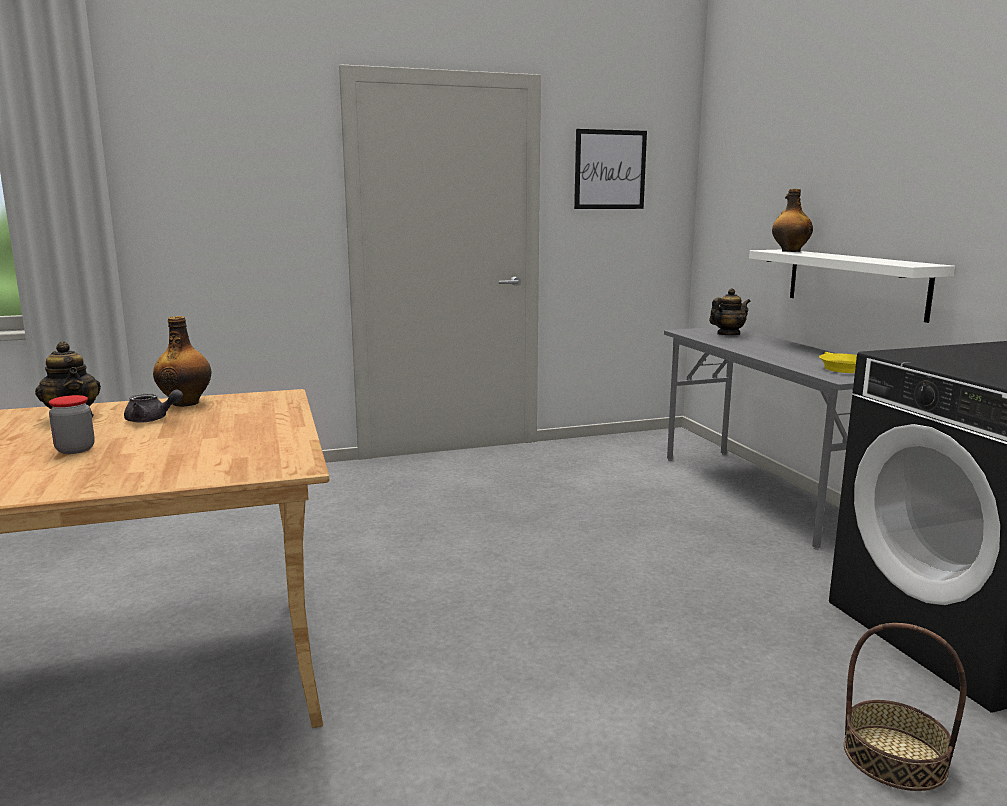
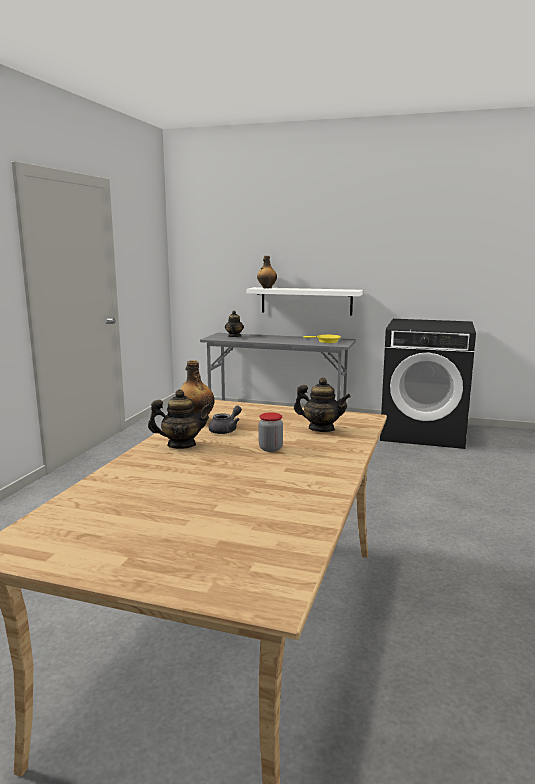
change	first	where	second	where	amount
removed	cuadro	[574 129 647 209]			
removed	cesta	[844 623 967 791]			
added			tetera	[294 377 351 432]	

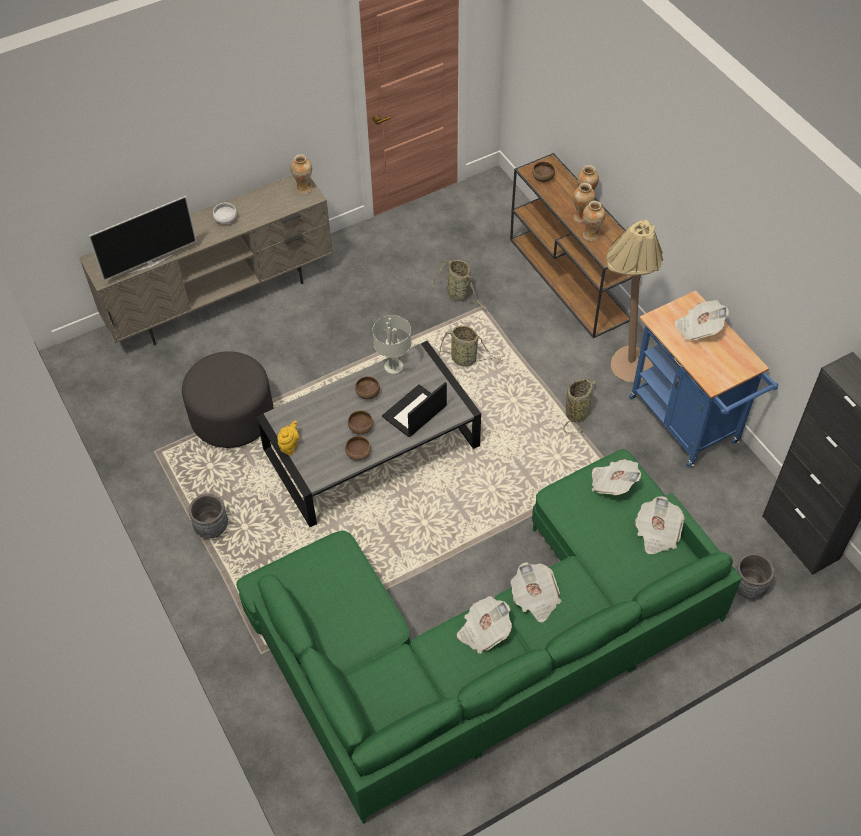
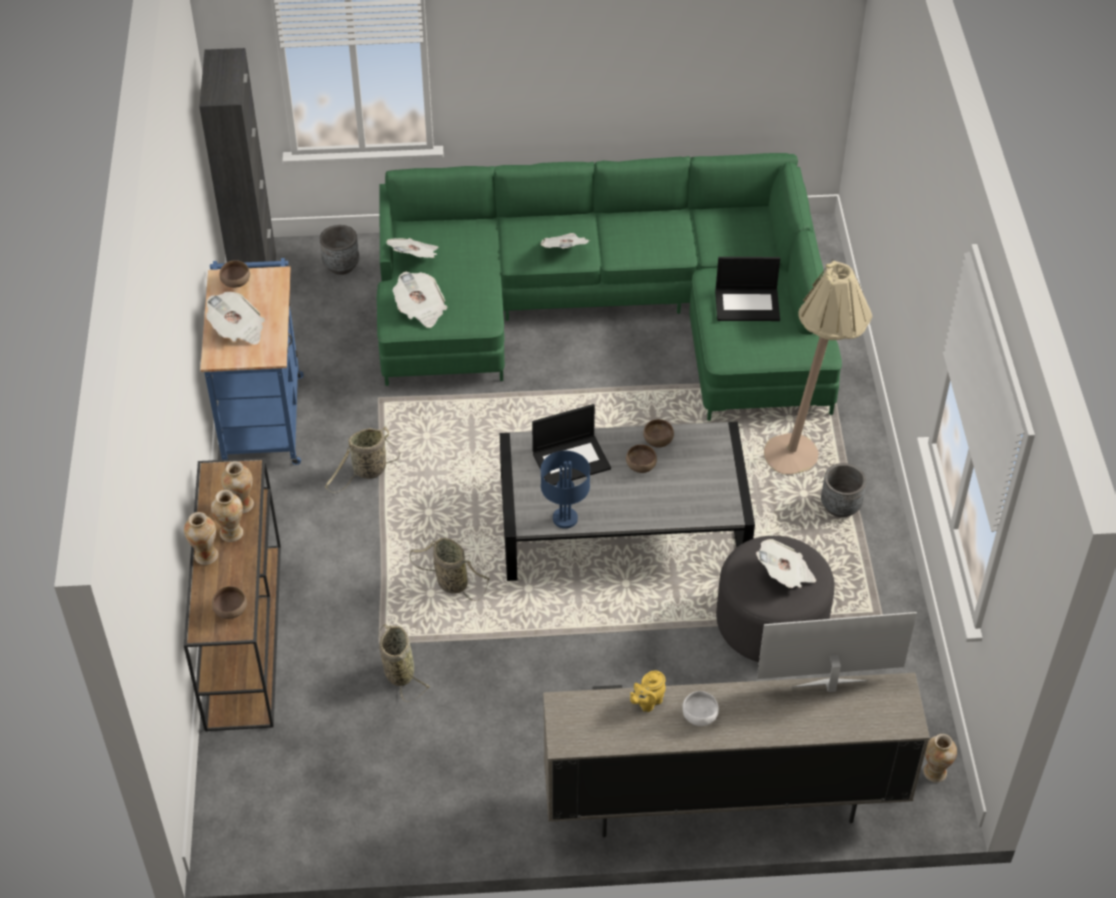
change	first	where	second	where	amount
moved	florero	[290 154 312 194]		[923 734 957 783]	
moved	lámpara de pie (beis)	[606 220 663 382]		[764 261 872 474]	
recoloured	lámpara de mesa (gris)	[372 315 412 375]	lámpara de mesa (azul)	[541 451 590 529]	
moved	cuenco (marrón)	[355 376 380 400]		[220 260 250 288]	
moved	tetera (amarillo)	[277 421 300 455]		[630 670 666 712]	
moved	periódico	[457 596 512 654]		[756 539 816 588]	
added			portátil	[715 257 780 321]	

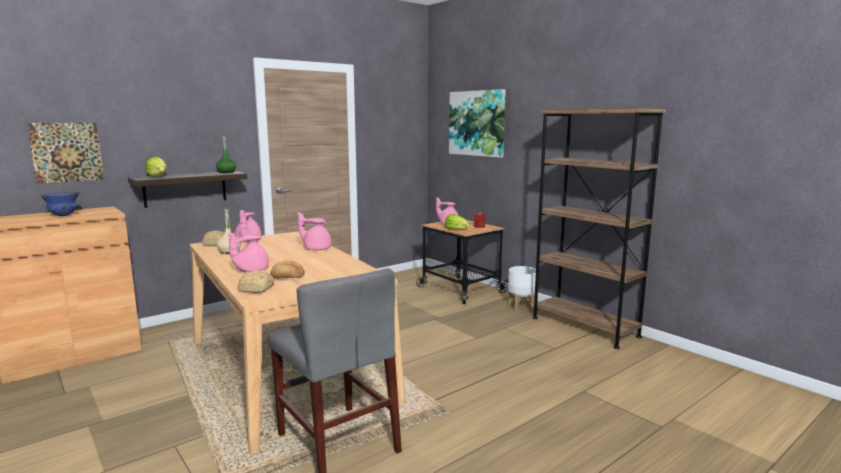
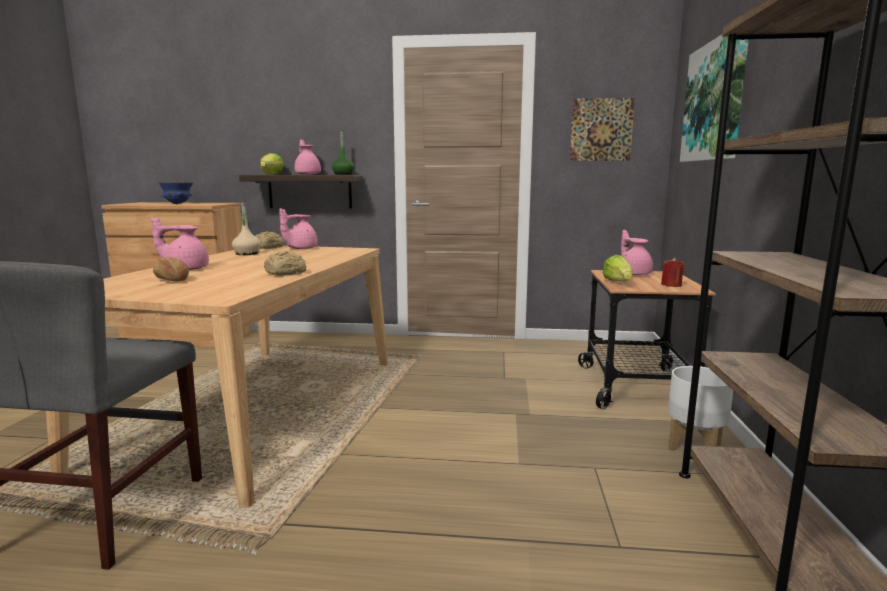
change	first	where	second	where	amount
moved	cuadro	[27 123 104 184]		[570 98 635 161]	
moved	tetera (rosa)	[298 212 332 250]		[294 140 321 175]	
moved	pan	[238 270 274 293]		[264 251 306 276]	

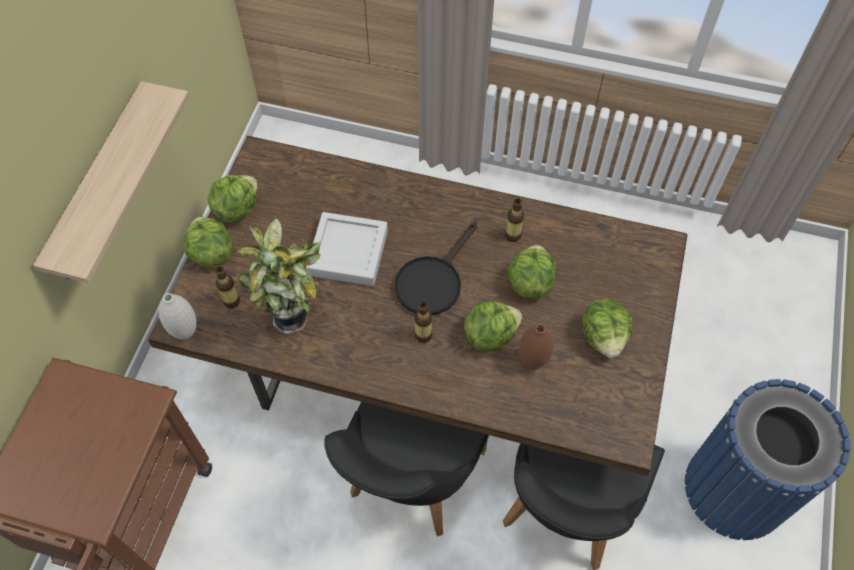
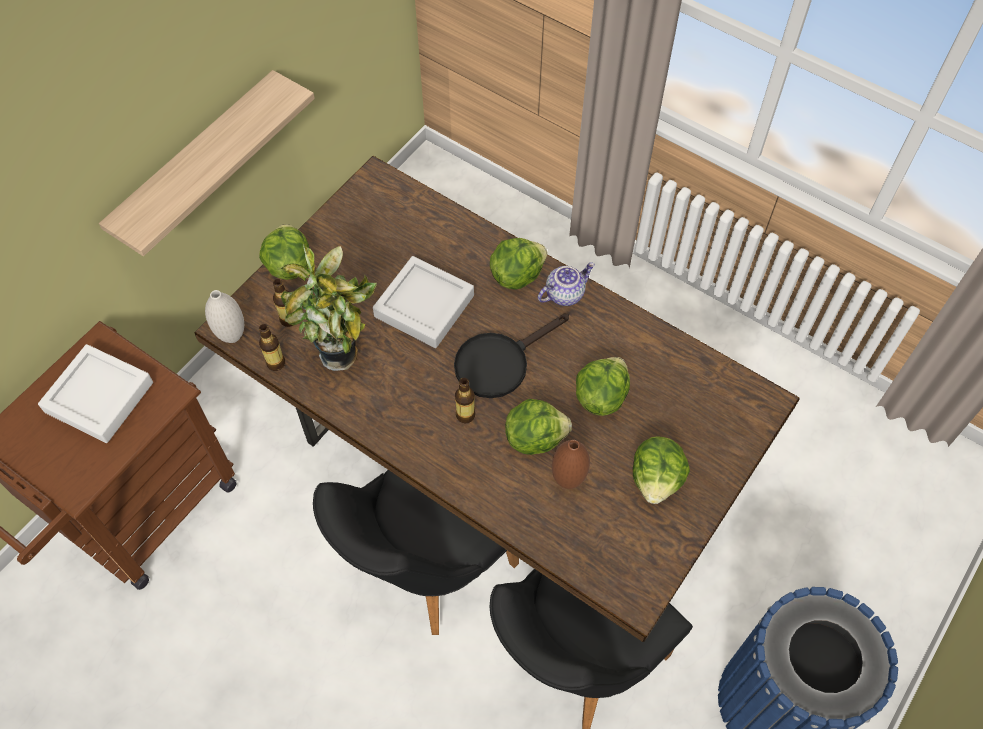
change	first	where	second	where	amount
moved	lechuga	[207 175 258 223]		[490 238 548 290]	
moved	botella	[505 198 524 242]		[259 324 285 371]	
added			tetera	[538 262 595 306]	
added			bandeja (blanco)	[38 344 153 443]	

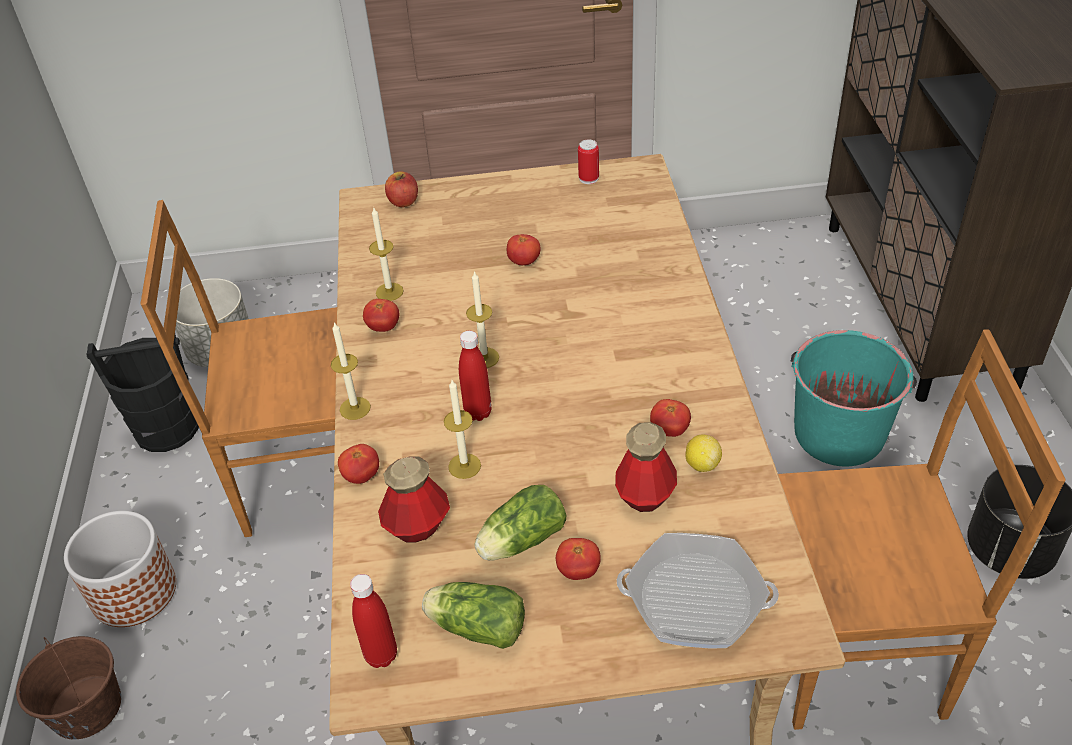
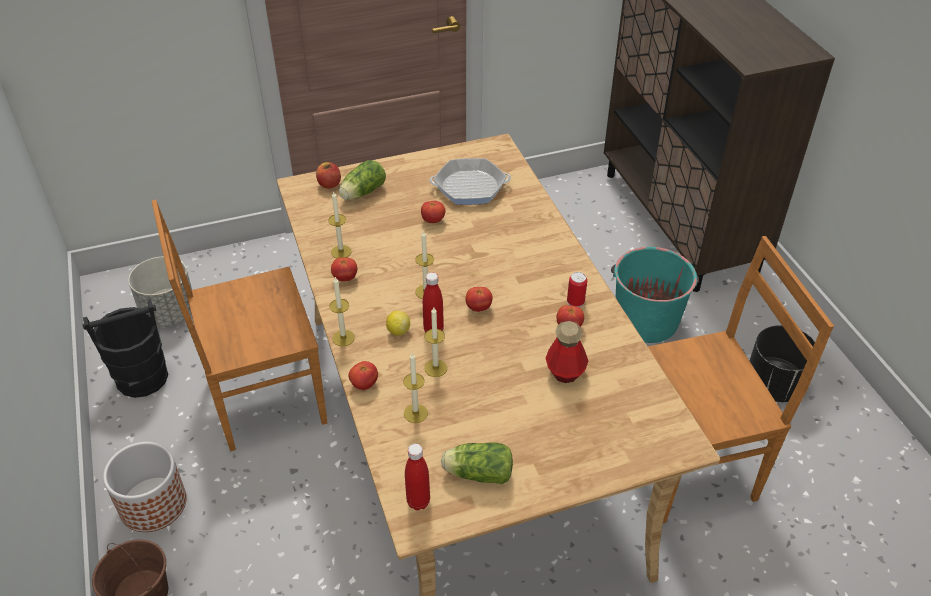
change	first	where	second	where	amount
moved	lata	[578 139 599 184]		[567 272 587 308]	
moved	limón	[685 434 722 472]		[386 311 410 336]	
replaced	botella	[378 457 450 542]	vela	[403 353 428 423]	
moved	lechuga	[474 485 566 561]		[339 160 386 200]	
moved	sartén	[617 533 779 649]		[429 158 511 205]	
moved	tomate	[556 538 601 580]		[466 287 492 312]	

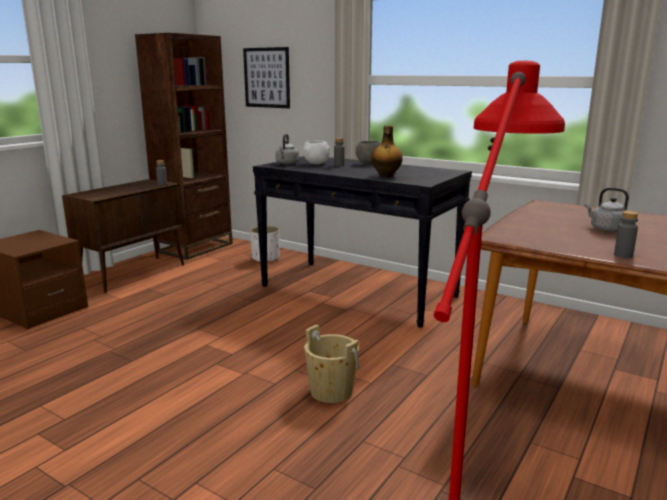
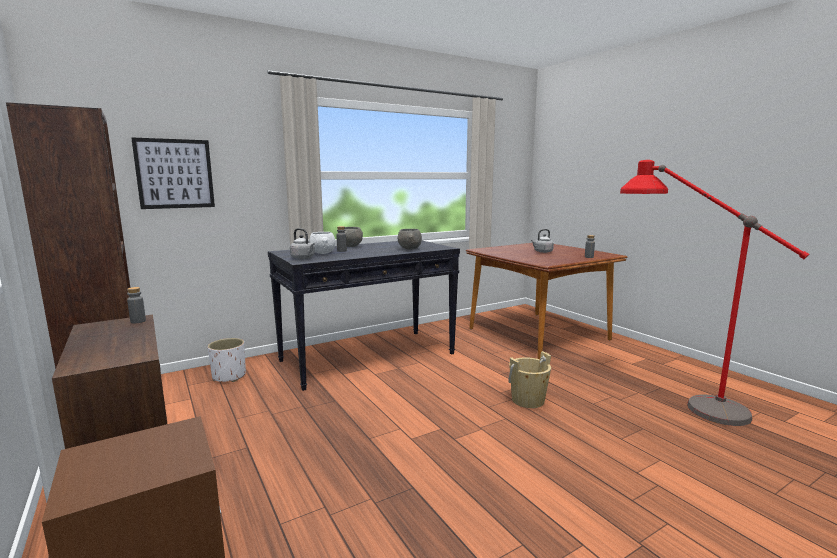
change	first	where	second	where	amount
replaced	botella	[372 126 403 178]	cuenco (gris)	[398 229 422 250]	

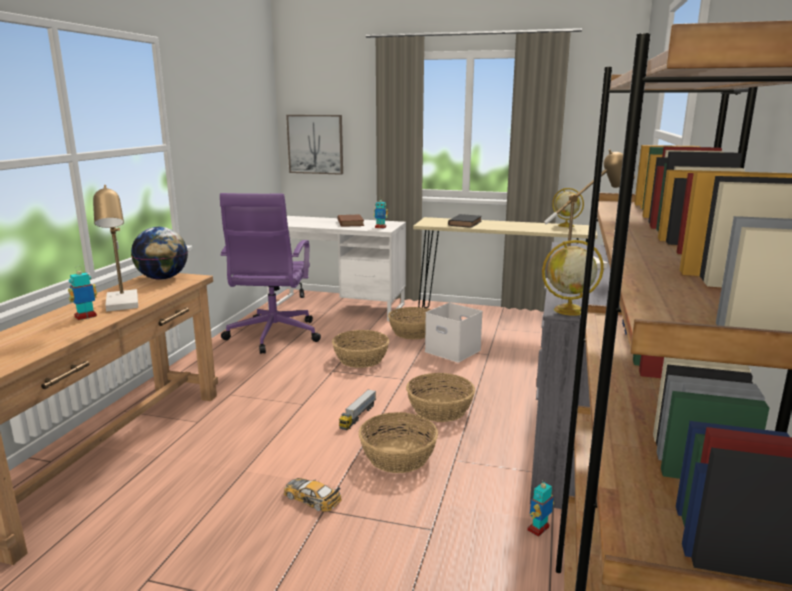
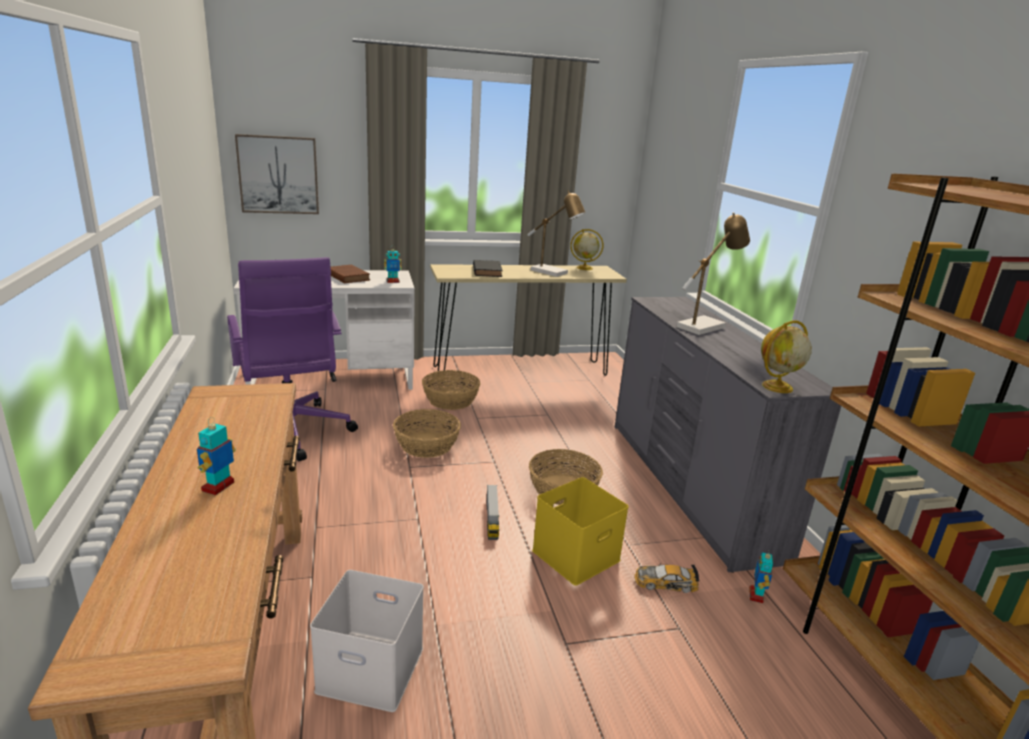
change	first	where	second	where	amount
moved	lámpara de mesa	[93 185 138 312]		[527 190 586 277]	
removed	globo terráqueo	[131 227 188 280]			
moved	caja de almacenaje (blanco)	[425 303 483 362]		[310 570 424 712]	
replaced	cesta	[359 412 438 473]	caja de almacenaje (amarillo)	[532 477 629 586]	
moved	coche de juguete	[284 478 342 512]		[634 563 699 593]	

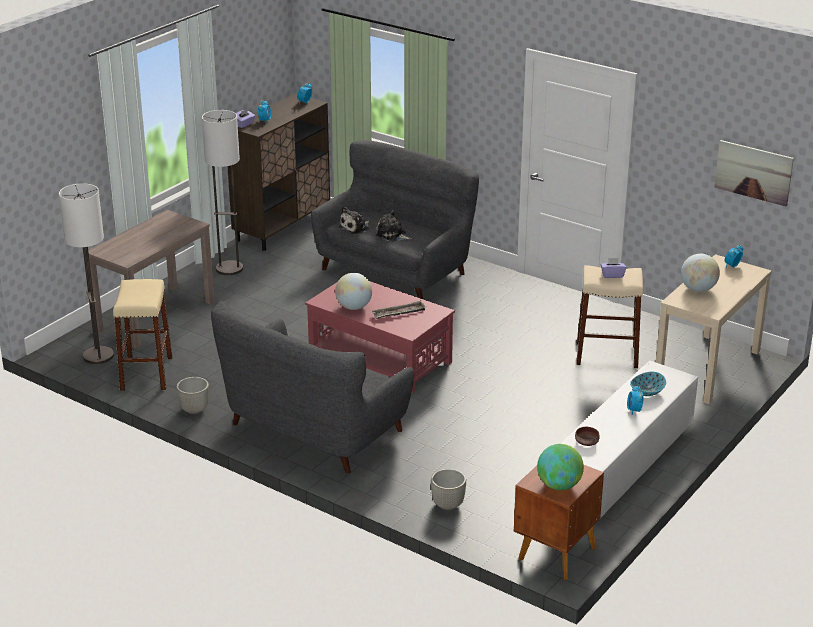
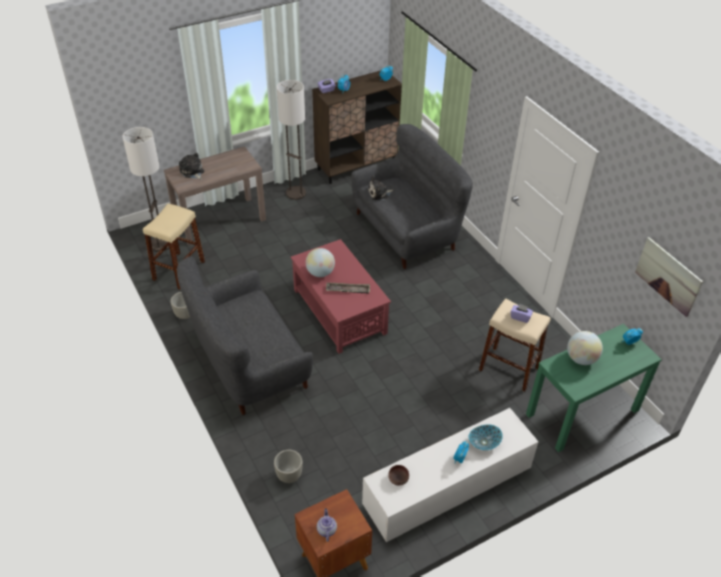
change	first	where	second	where	amount
moved	peluche	[376 210 412 242]		[179 153 204 180]	
recoloured	mesa consola (beis)	[656 254 772 404]	mesa consola (verde)	[526 324 662 452]	
replaced	globo terráqueo	[537 444 584 490]	tetera	[317 508 337 542]	

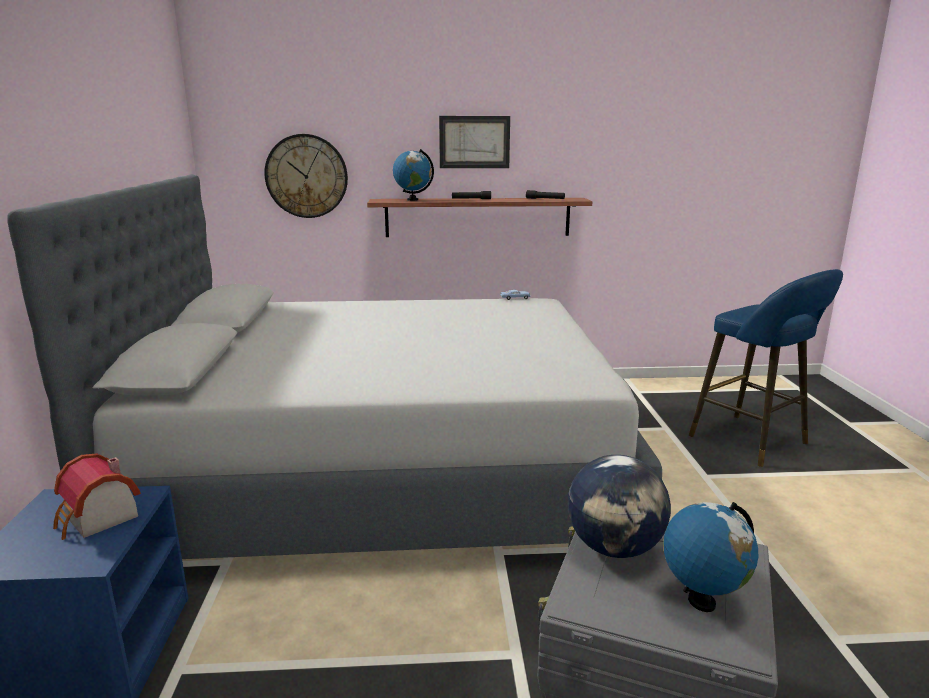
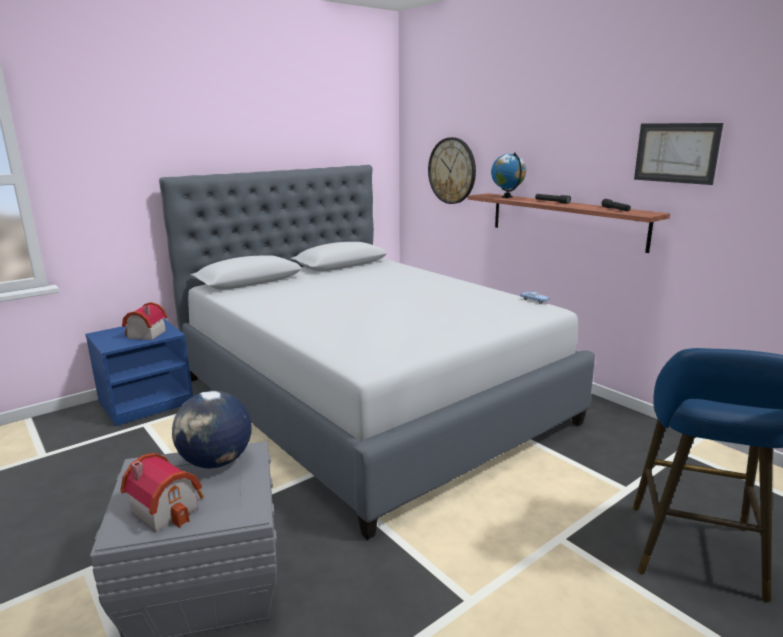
change	first	where	second	where	amount
moved	cuadro	[439 116 510 168]		[634 123 723 185]	
replaced	globo terráqueo	[663 502 758 612]	casita	[121 453 204 532]	

